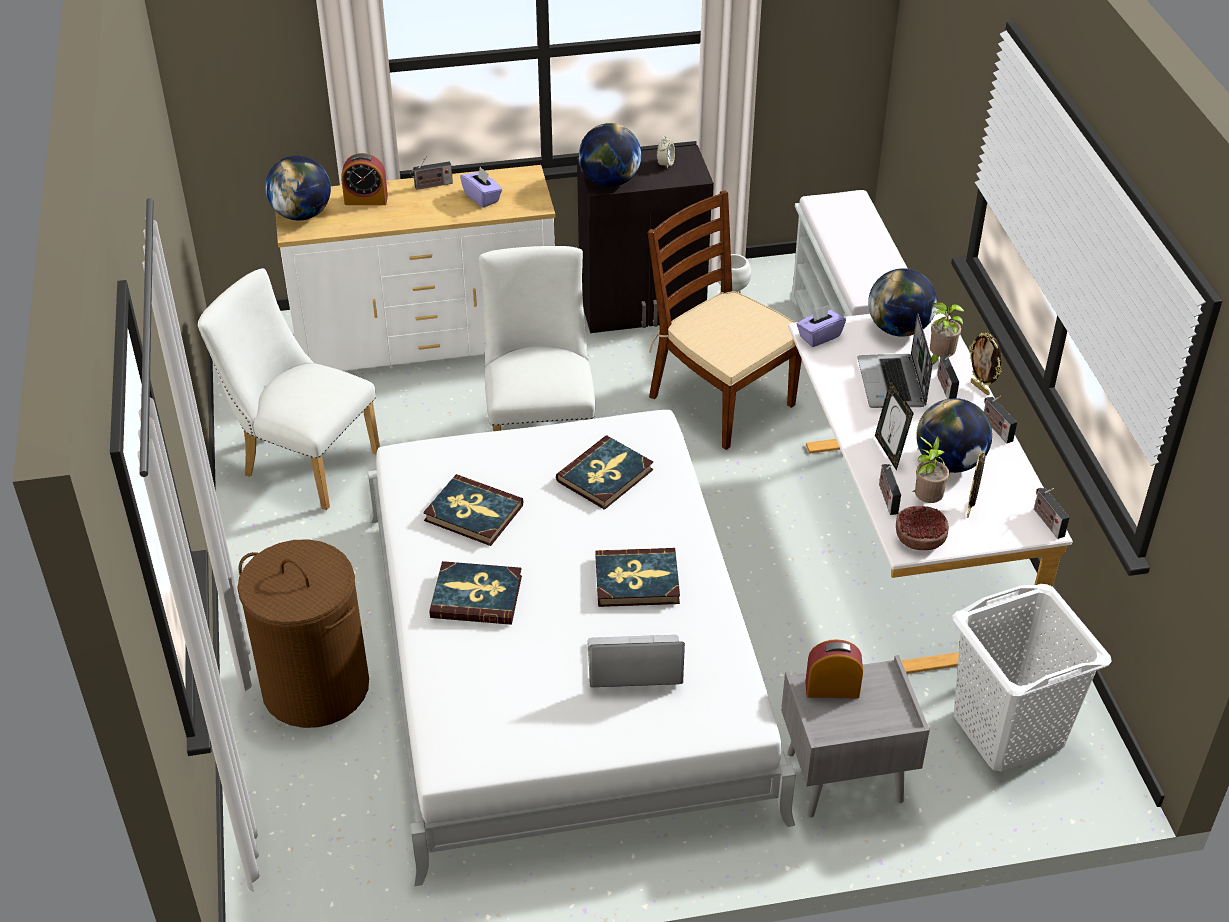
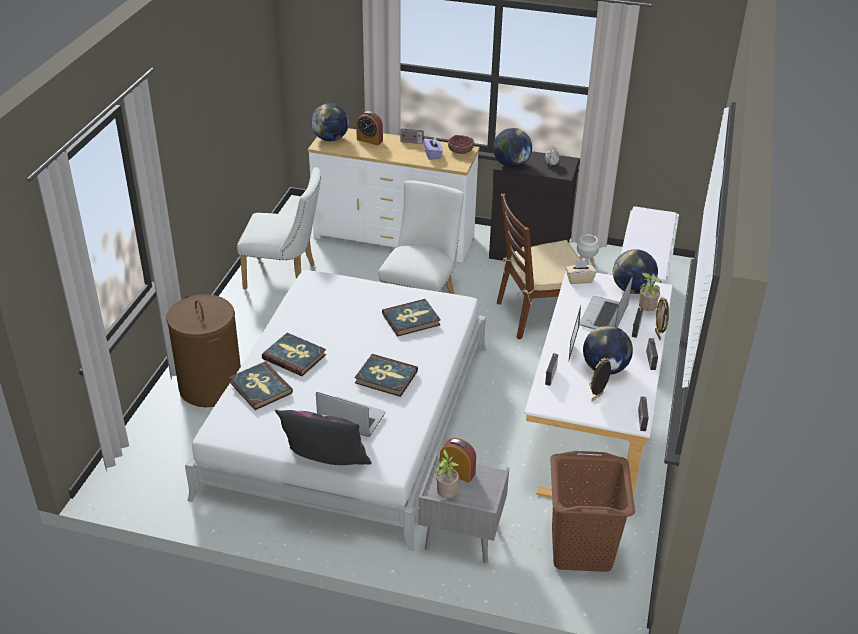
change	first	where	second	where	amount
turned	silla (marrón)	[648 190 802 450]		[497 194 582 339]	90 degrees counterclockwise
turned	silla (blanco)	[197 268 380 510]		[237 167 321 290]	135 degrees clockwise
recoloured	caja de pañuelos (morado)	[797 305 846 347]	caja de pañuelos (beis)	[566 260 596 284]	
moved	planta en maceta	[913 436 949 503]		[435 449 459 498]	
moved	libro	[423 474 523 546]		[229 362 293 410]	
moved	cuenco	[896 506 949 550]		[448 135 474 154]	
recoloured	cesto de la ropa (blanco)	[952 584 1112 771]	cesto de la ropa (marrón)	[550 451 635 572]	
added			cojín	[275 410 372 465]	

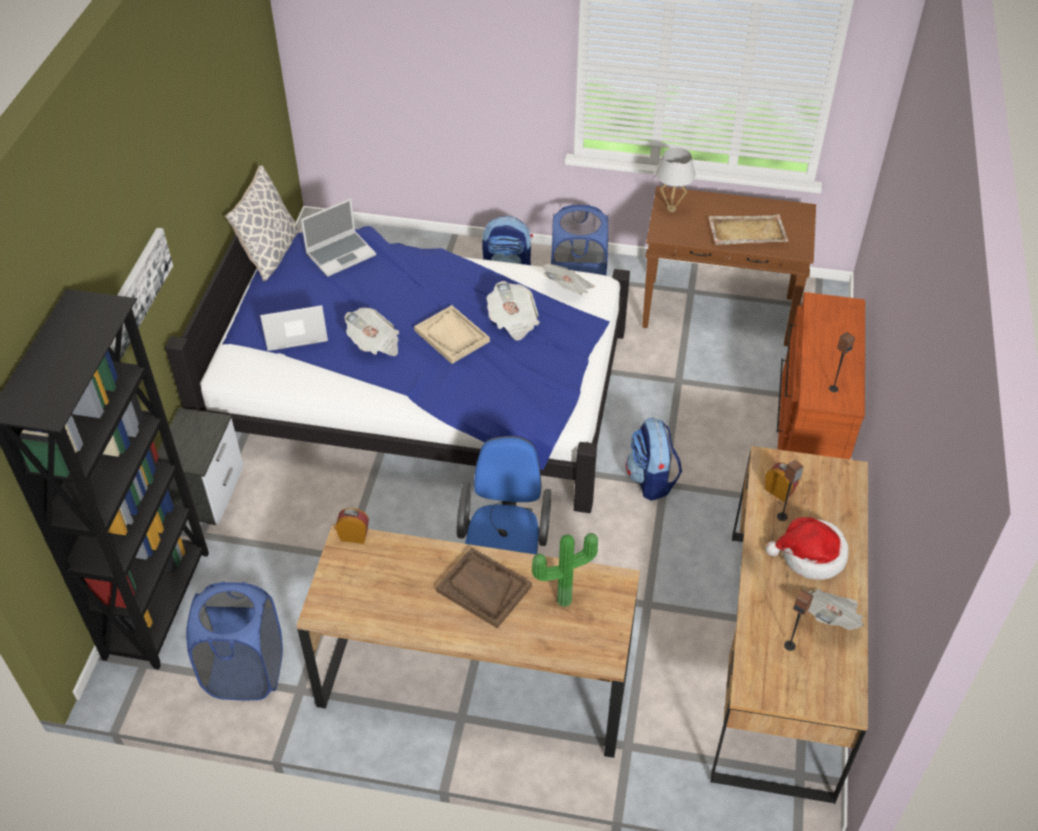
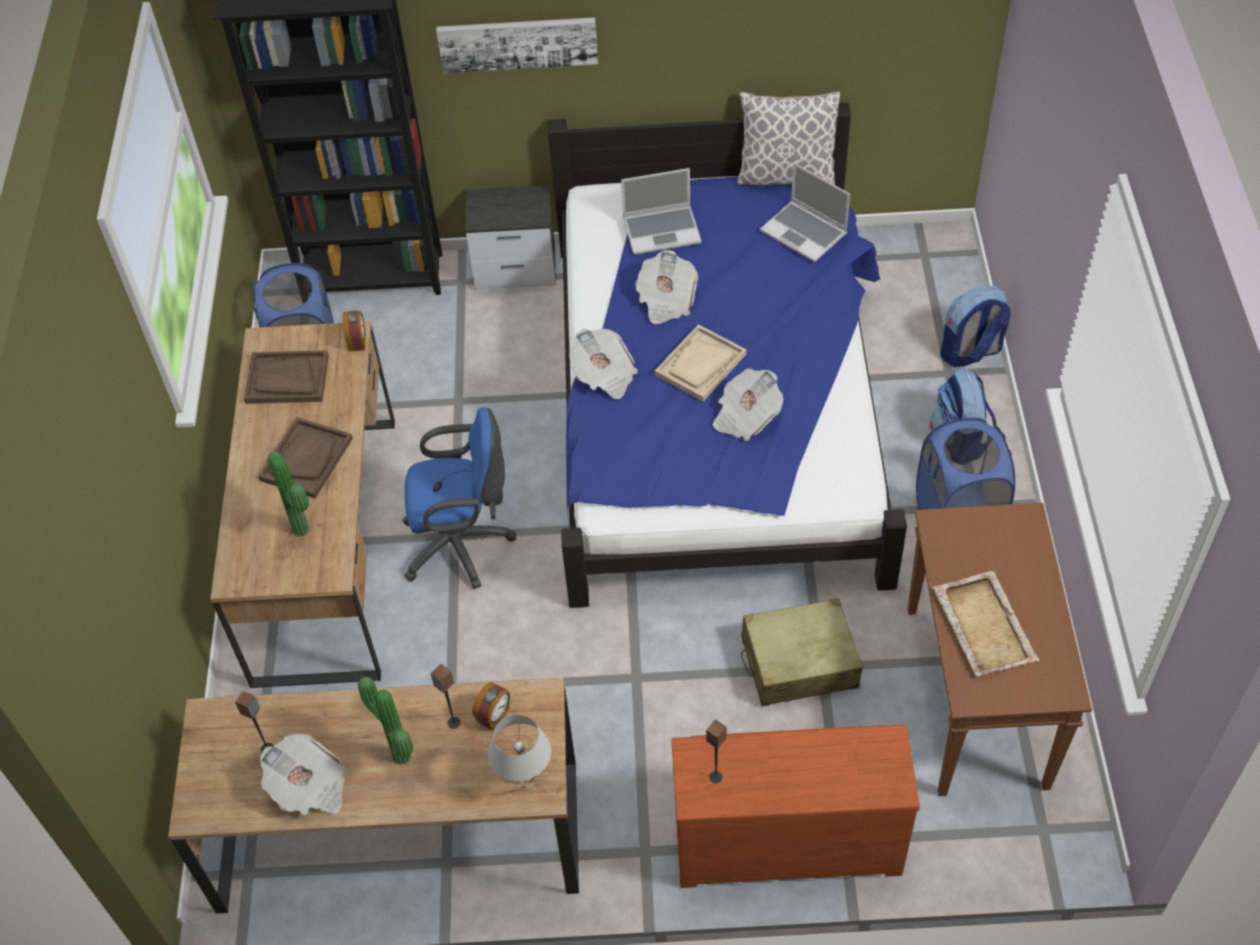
change	first	where	second	where	amount
moved	lámpara de mesa (blanco)	[656 148 695 212]		[488 715 551 791]	
moved	periódico	[542 263 595 294]		[569 328 638 399]	
turned	portátil	[260 305 328 351]		[621 168 701 255]	105 degrees clockwise
moved	mochila	[626 417 682 501]		[940 286 1011 367]	
replaced	sombrero	[766 517 848 580]	planta en maceta	[358 677 413 765]	
added			bandeja (marrón)	[244 350 329 404]	
added			maleta (beis)	[741 598 862 706]	

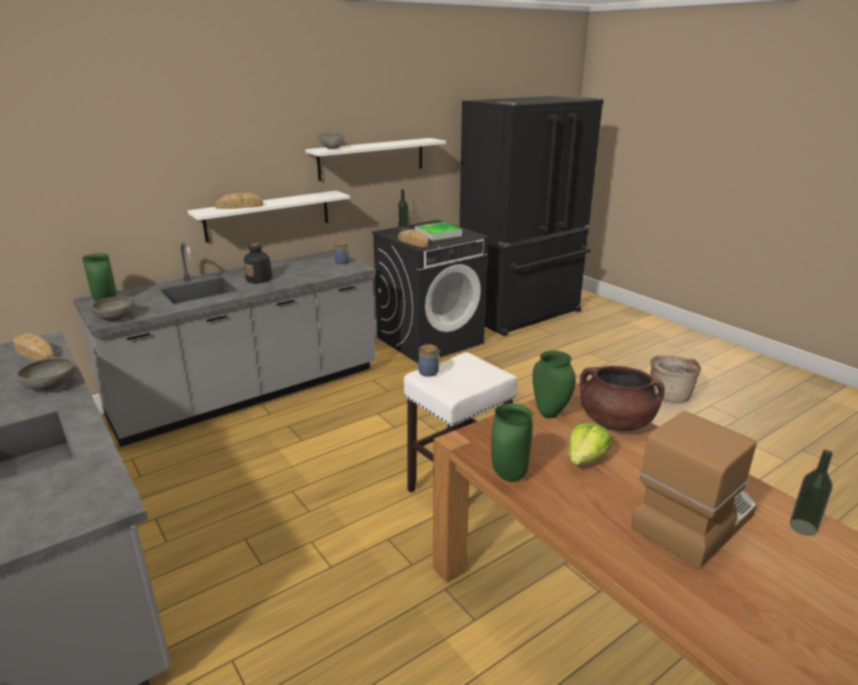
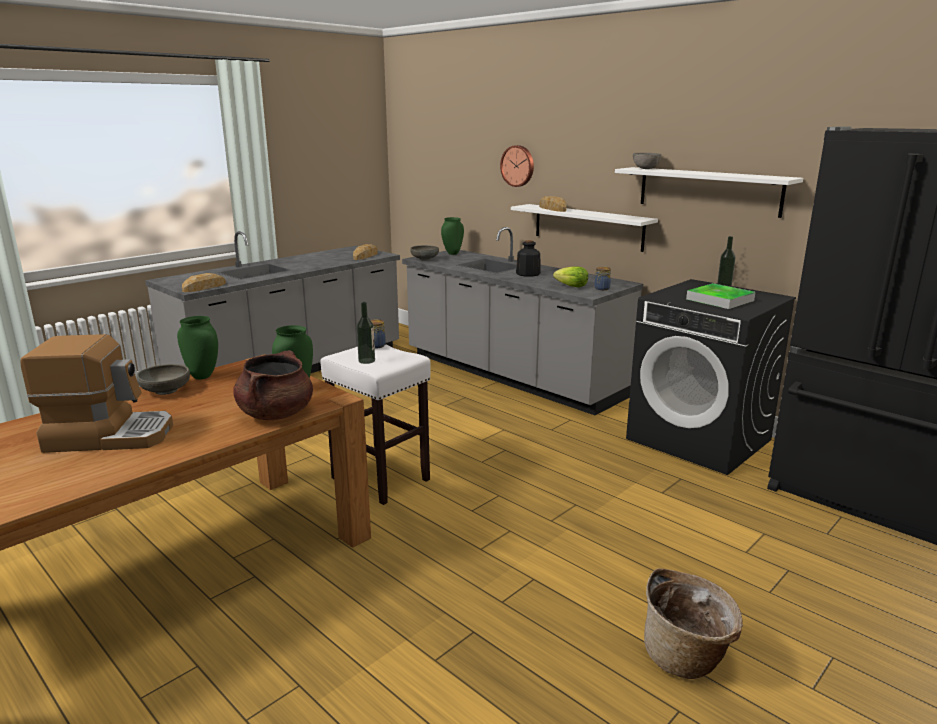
change	first	where	second	where	amount
moved	pan	[398 229 428 247]		[182 273 226 292]	
moved	cuenco (gris)	[16 357 75 391]		[137 364 190 395]	
turned	cafetera	[631 411 757 568]		[20 334 173 453]	45 degrees counterclockwise
moved	lechuga	[567 423 612 465]		[553 266 588 288]	
moved	botella	[790 450 833 536]		[357 302 375 364]	
added			reloj de pared	[500 145 534 187]	

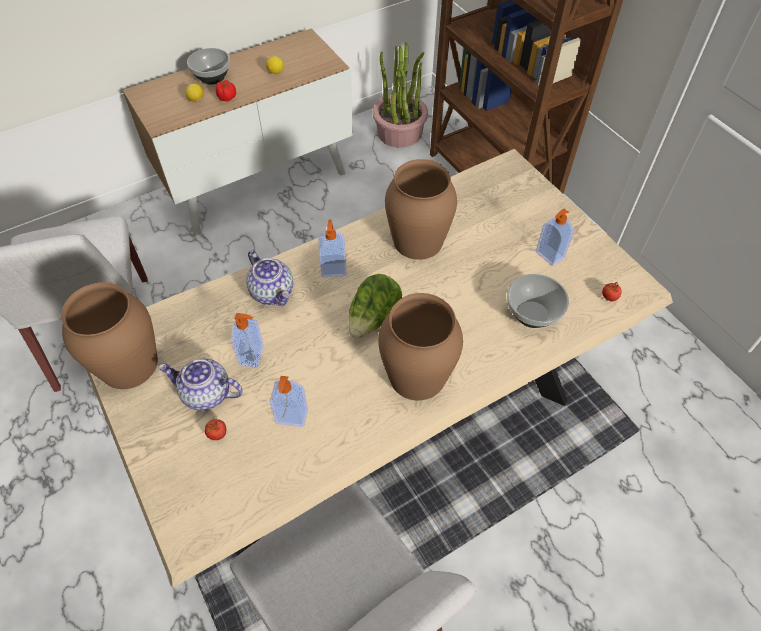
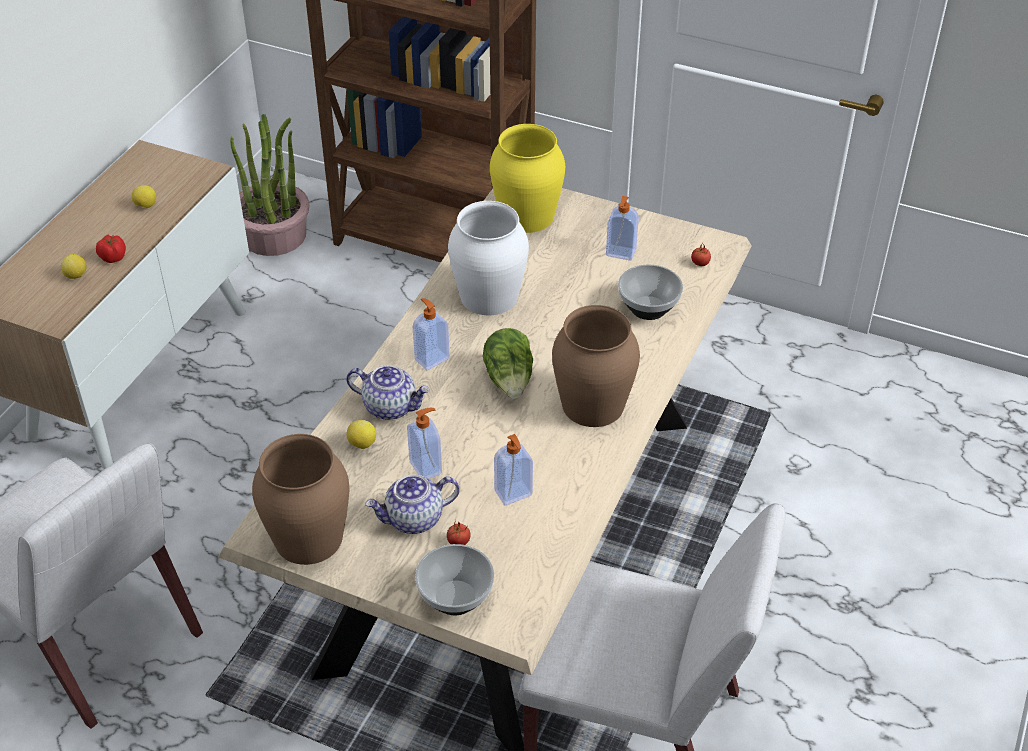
change	first	where	second	where	amount
moved	cuenco	[187 48 230 85]		[415 544 494 615]	
recoloured	florero (marrón)	[385 159 457 260]	florero (blanco)	[448 201 529 315]	
added			florero (amarillo)	[490 124 565 233]	
added			limón	[347 420 376 449]	

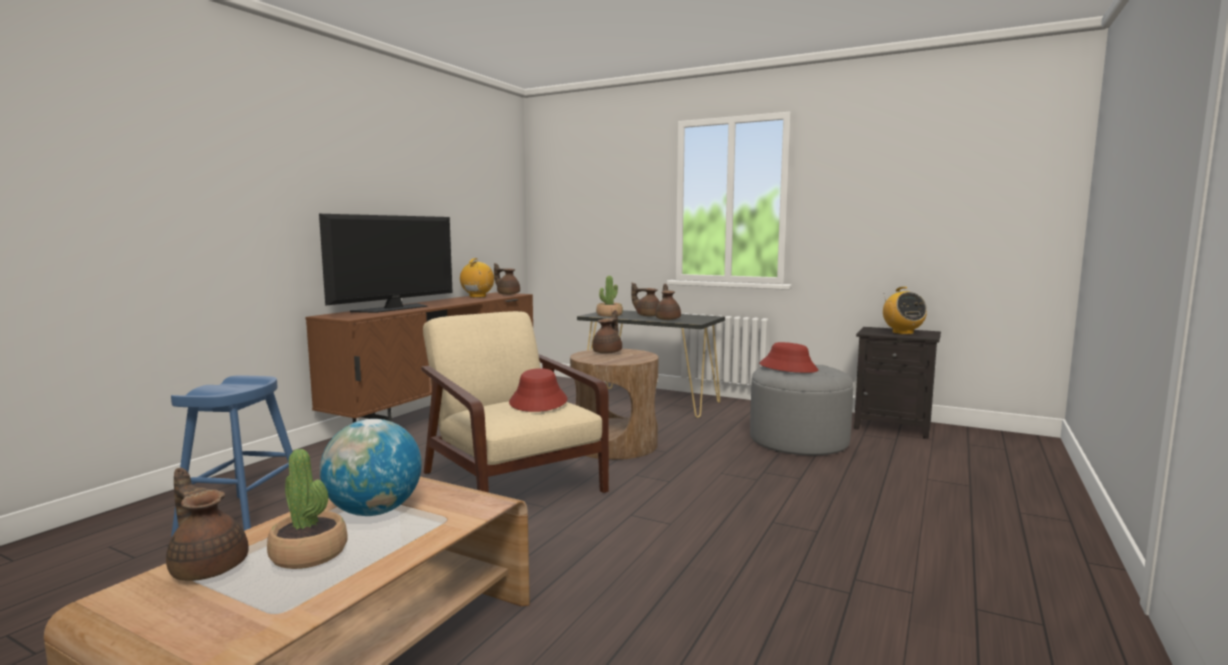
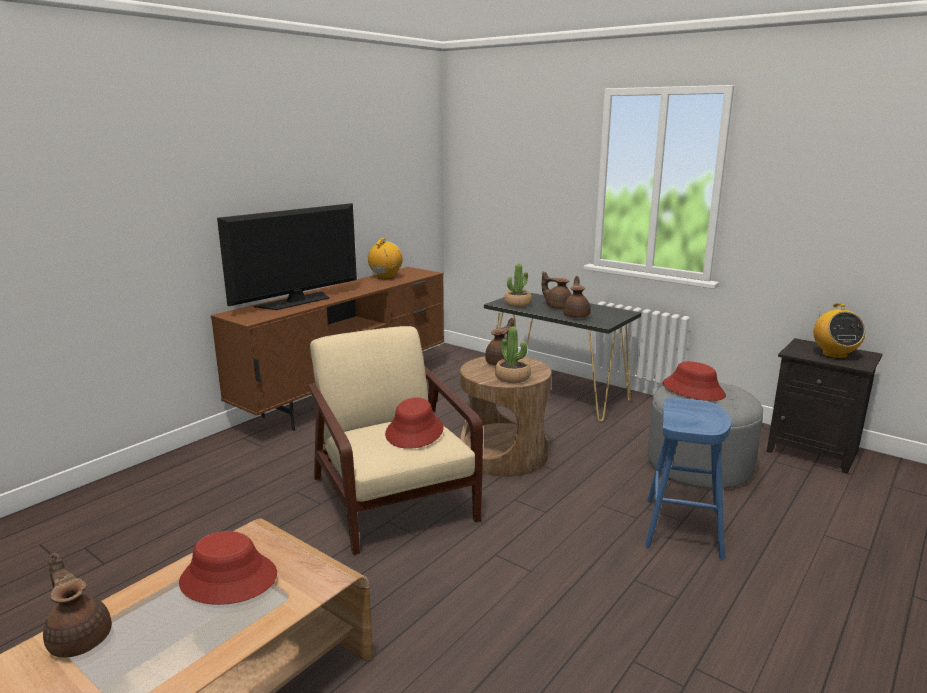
change	first	where	second	where	amount
removed	tetera (marrón)	[494 263 520 295]			
moved	taburete (azul)	[171 376 293 537]		[645 398 731 560]	
replaced	globo terráqueo	[320 419 422 516]	sombrero (rojo)	[179 531 277 605]	
moved	planta en maceta	[267 449 348 569]		[495 326 531 383]	

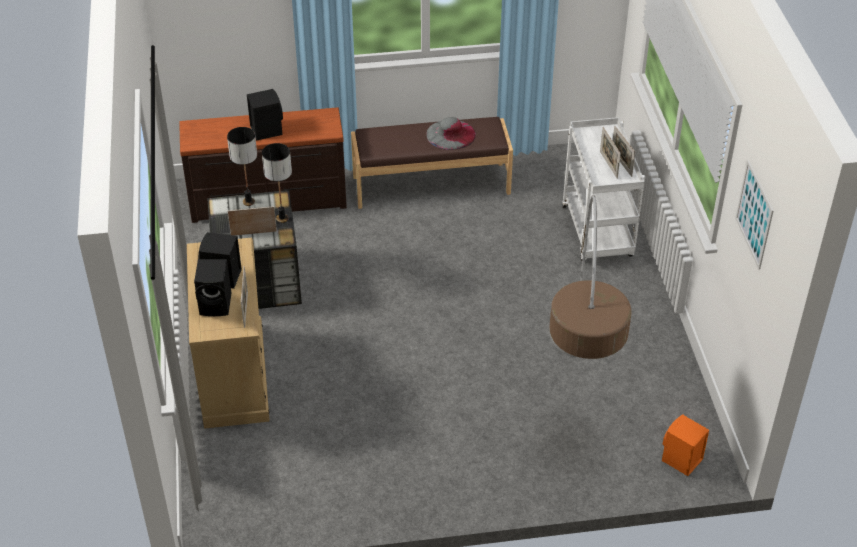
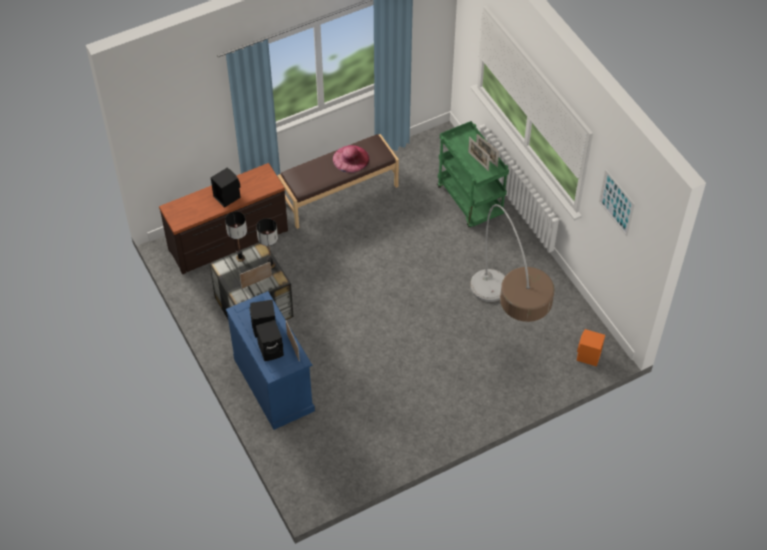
change	first	where	second	where	amount
recoloured	sombrero (gris)	[426 117 476 150]	sombrero (rosa)	[333 145 370 173]	
recoloured	carrito (blanco)	[562 117 645 261]	carrito (verde)	[437 121 509 228]	
recoloured	cómoda (beis)	[187 238 270 429]	cómoda (azul)	[226 291 315 430]	

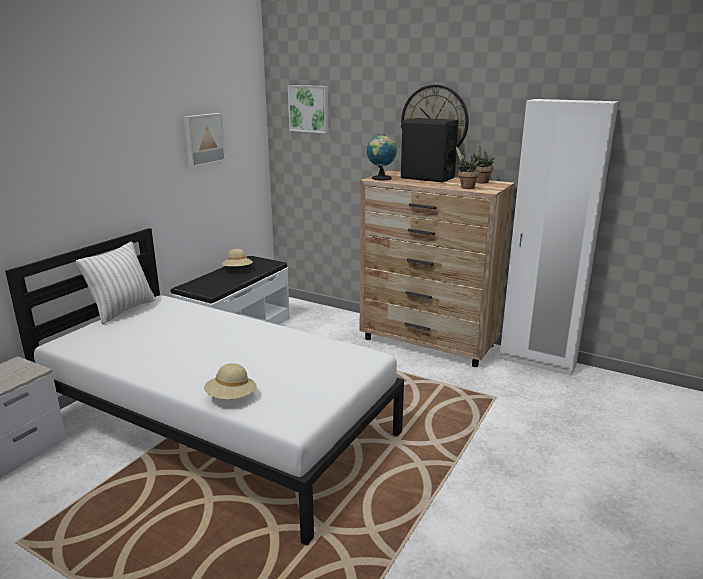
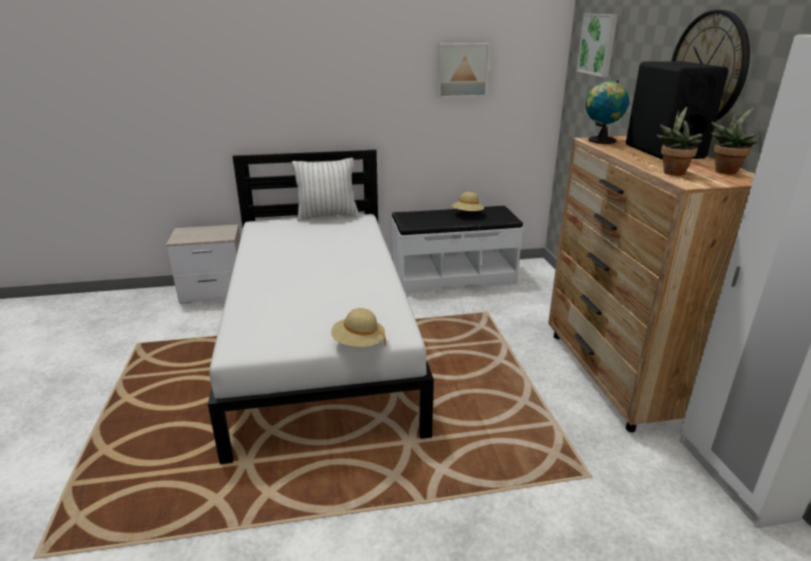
change	first	where	second	where	amount
moved	sombrero (beis)	[204 363 257 399]		[331 308 386 347]	

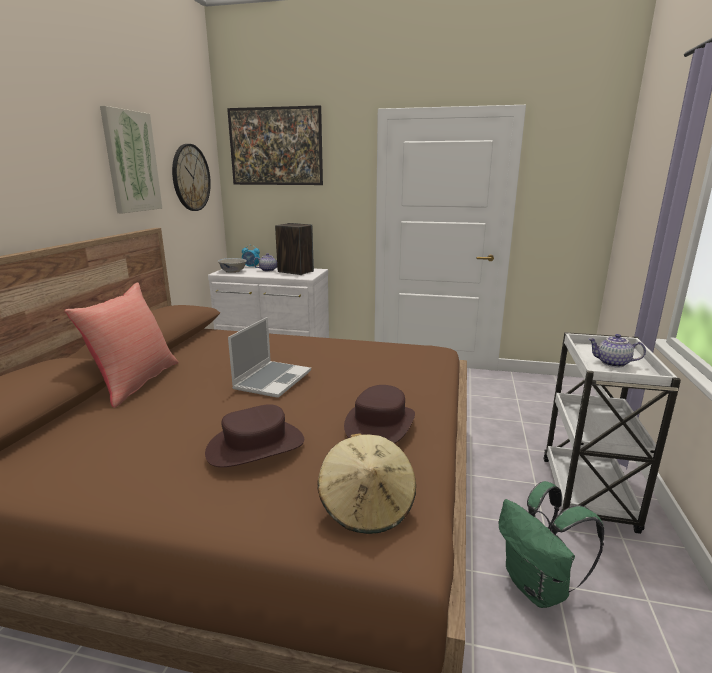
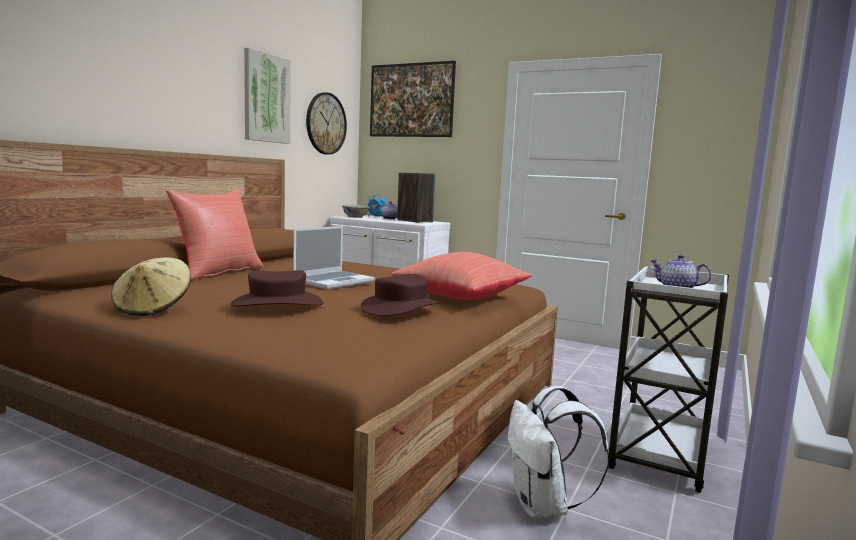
change	first	where	second	where	amount
moved	sombrero (beis)	[317 433 416 534]		[111 257 191 316]	
recoloured	mochila (verde)	[499 481 604 608]	mochila (blanco)	[508 386 610 518]	
added			cojín (rojo)	[391 252 532 300]	

